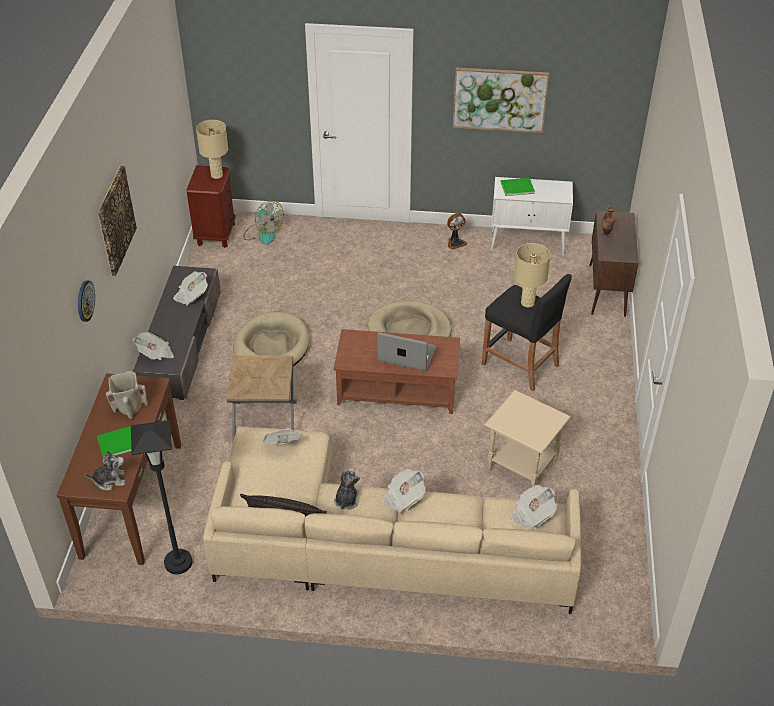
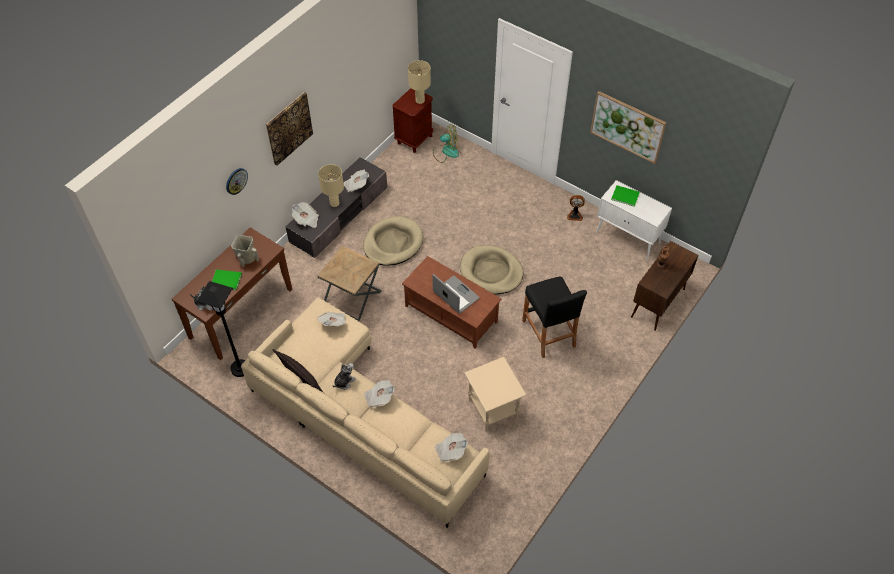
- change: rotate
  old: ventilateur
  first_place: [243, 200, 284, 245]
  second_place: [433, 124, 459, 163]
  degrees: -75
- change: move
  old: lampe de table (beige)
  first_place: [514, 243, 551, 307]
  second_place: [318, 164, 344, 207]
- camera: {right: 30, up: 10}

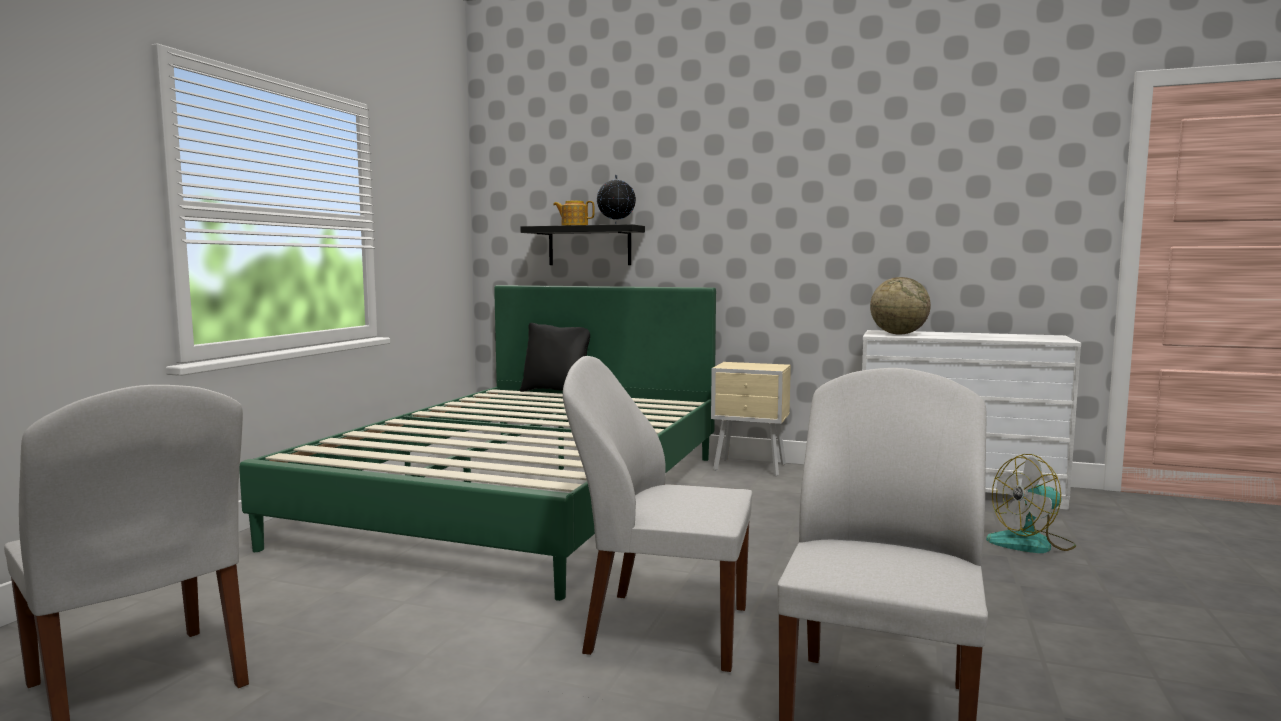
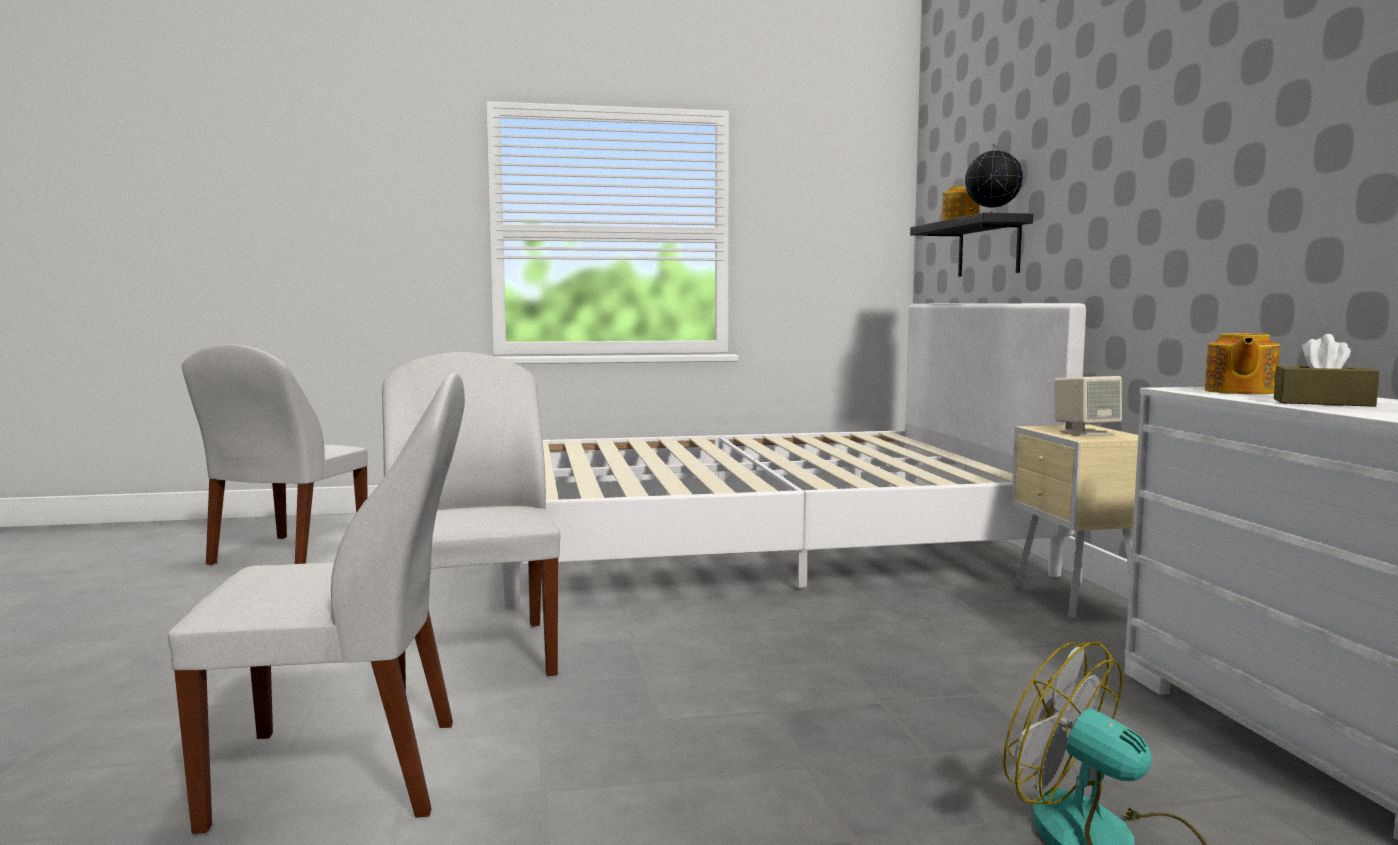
- change: recolor
  old: lit (vert)
  new: lit (blanc)
  first_place: [239, 285, 716, 601]
  second_place: [500, 303, 1086, 609]
- change: delete
  old: coussin (noir)
  first_place: [520, 323, 590, 392]
- change: replace
  old: globe
  new: théière
  first_place: [870, 277, 931, 335]
  second_place: [1205, 333, 1280, 394]
- change: insert
  new: enceinte (beige)
  second_place: [1054, 376, 1122, 436]
- change: insert
  new: boîte à mouchoirs (marron)
  second_place: [1274, 334, 1380, 407]
- camera: {right: 60, up: 0}

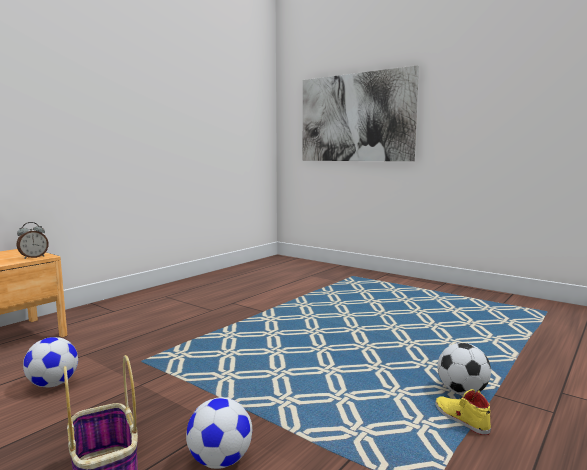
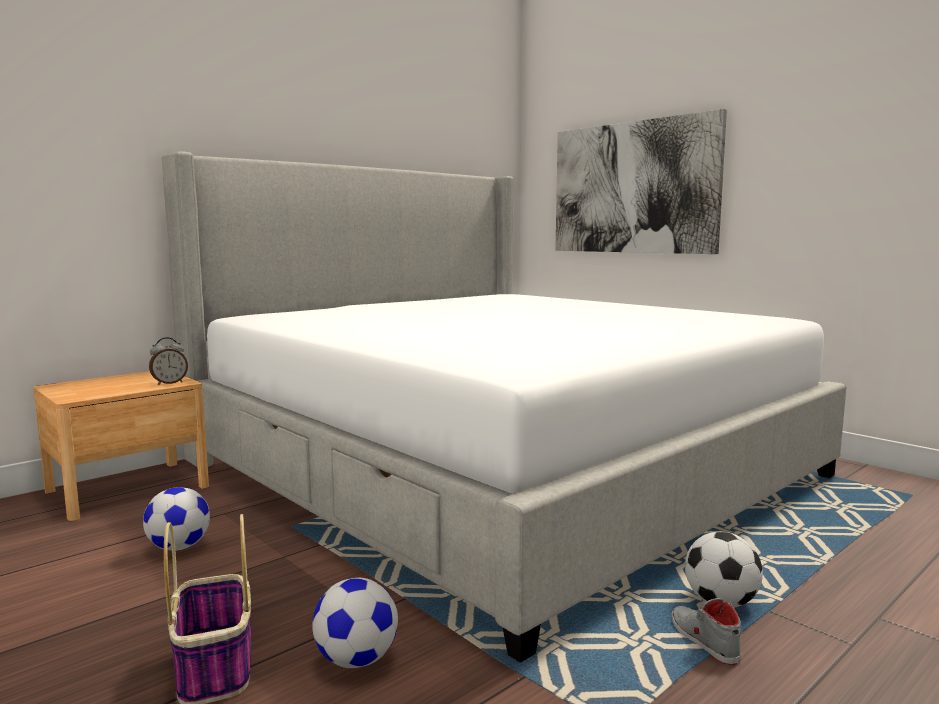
- change: recolor
  old: chaussure (jaune)
  new: chaussure (gris)
  first_place: [435, 389, 491, 435]
  second_place: [671, 598, 741, 665]
- change: insert
  new: lit
  second_place: [162, 151, 846, 663]
- camera: {right: 10, up: 0}

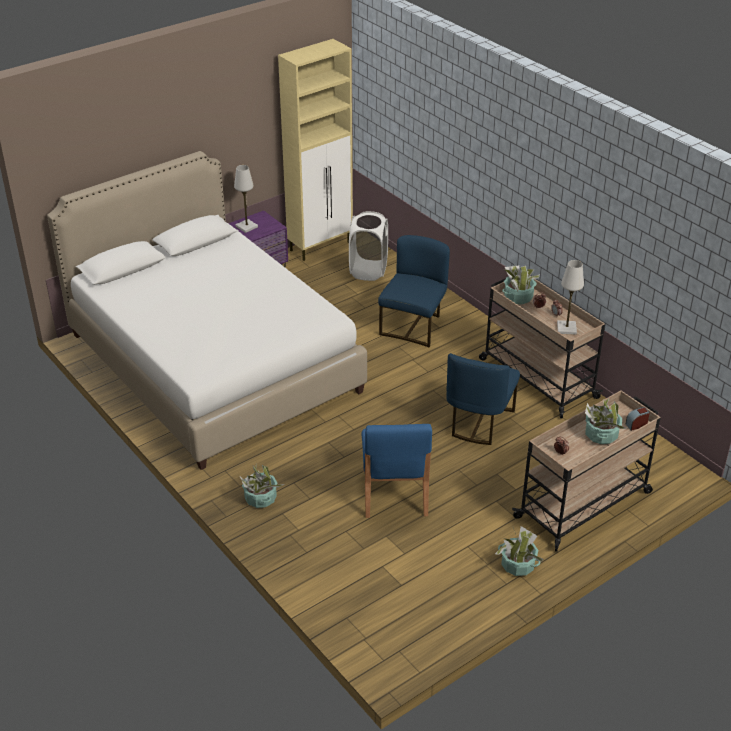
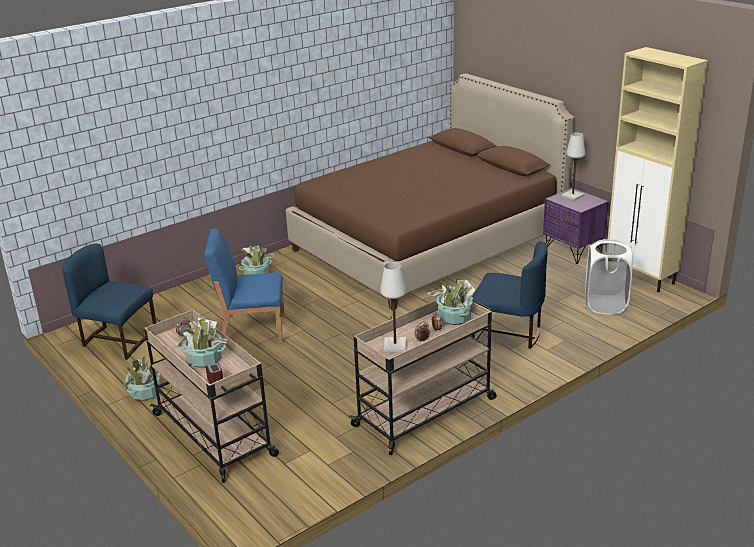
- change: recolor
  old: lit (blanc)
  new: lit (marron)
  first_place: [47, 151, 367, 470]
  second_place: [286, 74, 574, 310]
- change: move
  old: chaise (bleu)
  first_place: [447, 353, 520, 445]
  second_place: [62, 244, 156, 360]
- camera: {right: 90, up: -10}

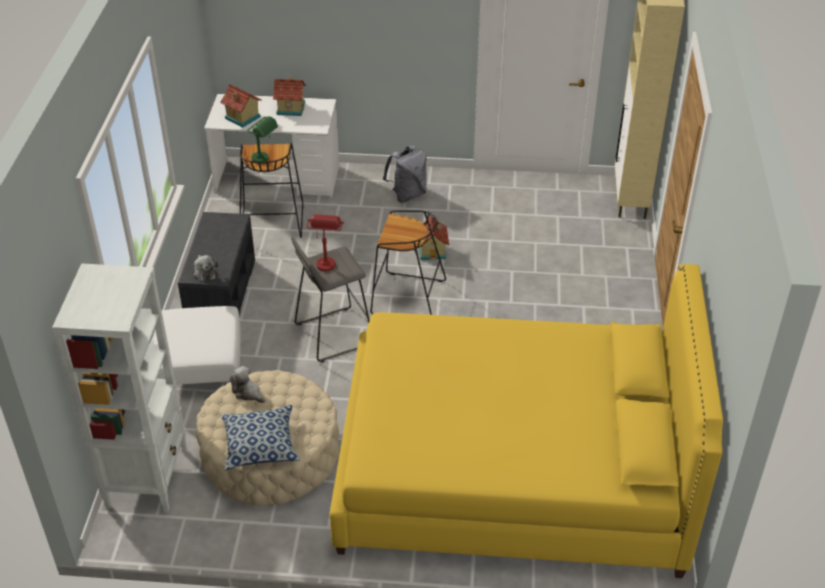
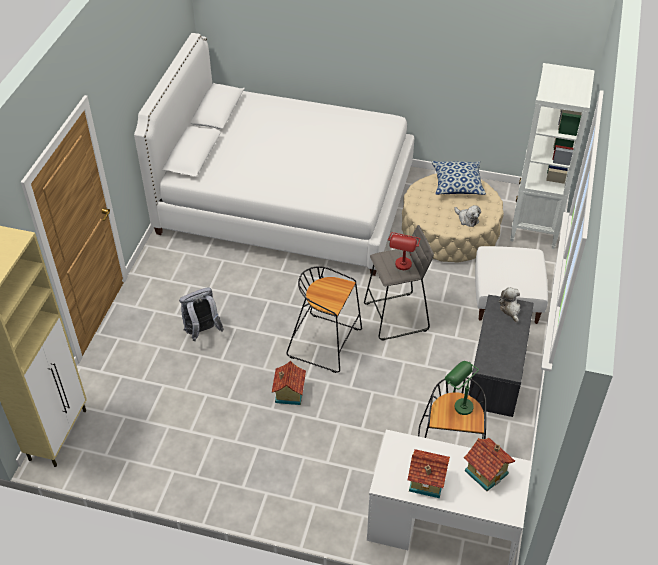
- change: recolor
  old: lit (jaune)
  new: lit (blanc)
  first_place: [330, 264, 723, 578]
  second_place: [134, 33, 414, 276]
- change: move
  old: sac à dos (gris)
  first_place: [383, 146, 427, 203]
  second_place: [179, 288, 224, 341]
- camera: {right: -170, up: 5}

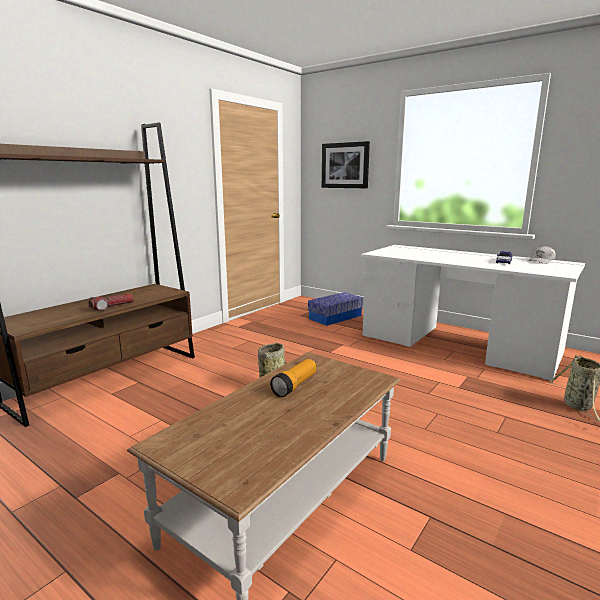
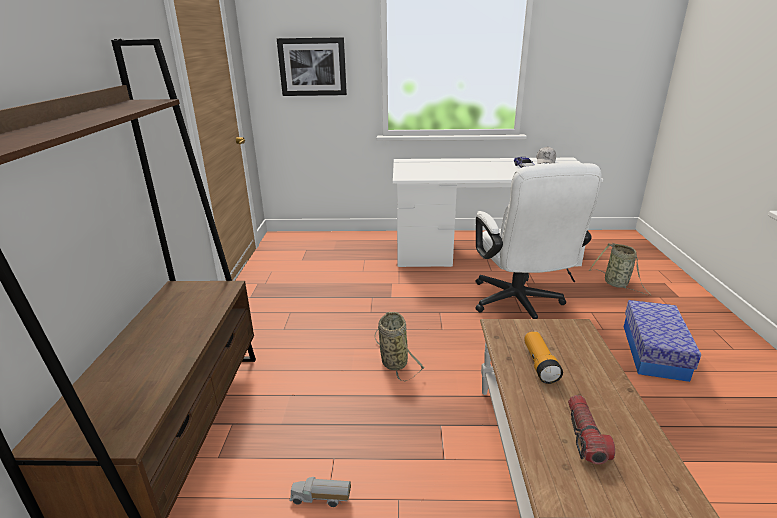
- change: move
  old: lampe de poche
  first_place: [88, 293, 134, 311]
  second_place: [568, 395, 615, 464]
- change: move
  old: boîte de rangement
  first_place: [308, 292, 363, 326]
  second_place: [624, 300, 701, 382]
- change: insert
  new: camion jouet
  second_place: [289, 477, 351, 507]
- change: insert
  new: chaise de bureau (blanc)
  second_place: [475, 163, 602, 319]
- camera: {right: -35, up: 10}

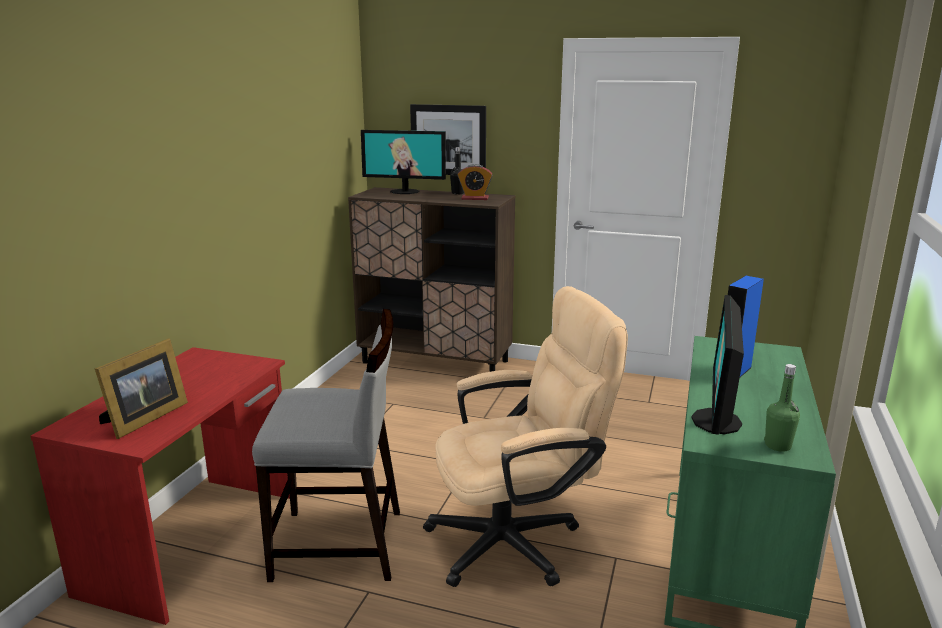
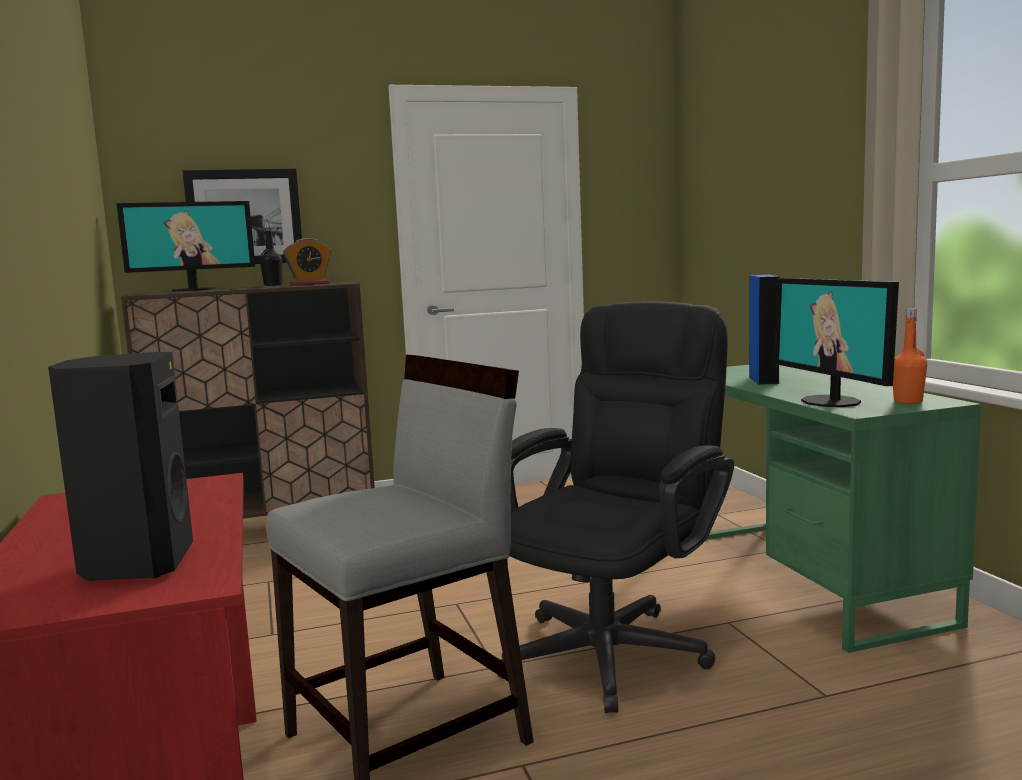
- change: replace
  old: cadre photo
  new: enceinte (noir)
  first_place: [95, 339, 188, 439]
  second_place: [48, 352, 193, 581]
- change: recolor
  old: chaise de bureau (beige)
  new: chaise de bureau (noir)
  first_place: [423, 286, 628, 587]
  second_place: [497, 301, 734, 713]
- change: recolor
  old: bouteille (vert)
  new: bouteille (orange)
  first_place: [764, 364, 800, 452]
  second_place: [893, 308, 927, 404]
- camera: {right: -35, up: -10}

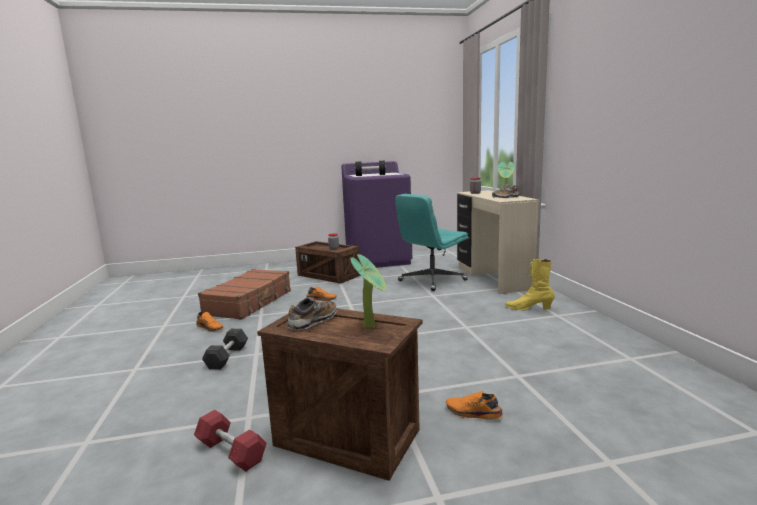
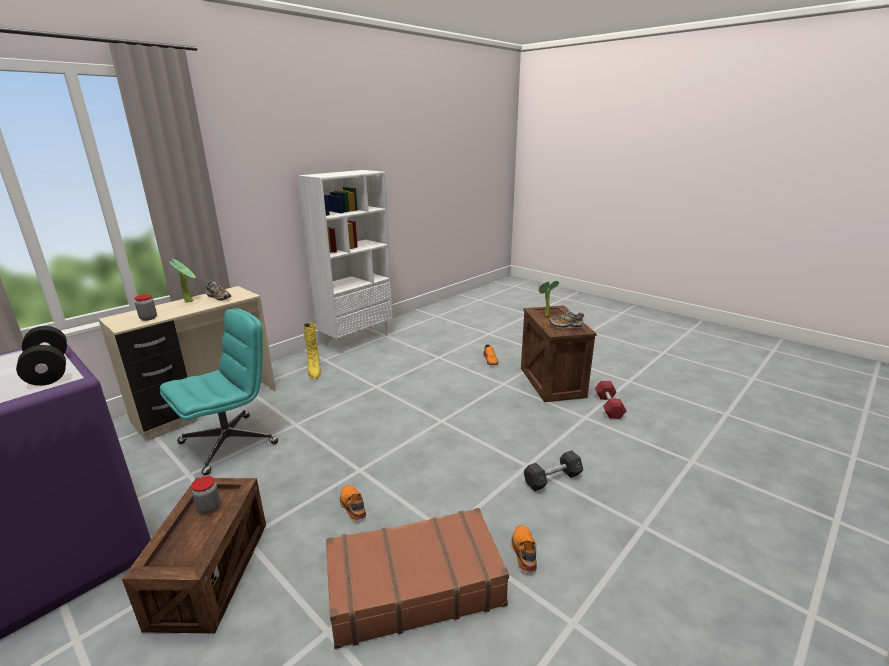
- change: rotate
  old: chaise de bureau (turquoise)
  first_place: [395, 194, 468, 291]
  second_place: [160, 308, 278, 475]
  degrees: -60
- change: insert
  new: bibliothèque (blanc)
  second_place: [298, 170, 393, 353]
- camera: {right: -125, up: 10}

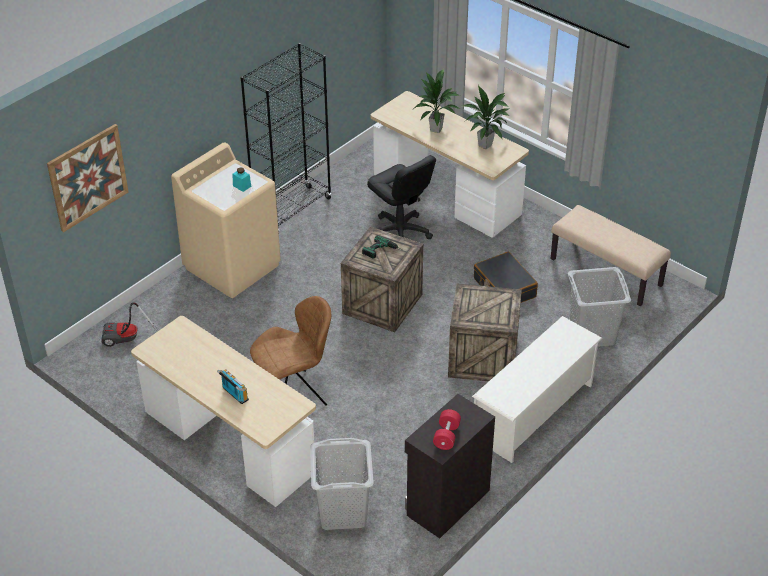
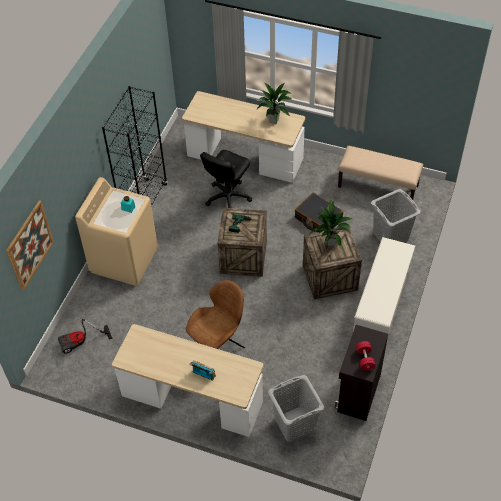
- change: rotate
  old: chaise de bureau (noir)
  first_place: [367, 155, 436, 239]
  second_place: [200, 150, 252, 208]
  degrees: 90
- change: move
  old: plante en pot
  first_place: [413, 69, 460, 133]
  second_place: [310, 199, 353, 246]
- camera: {right: -20, up: 10}

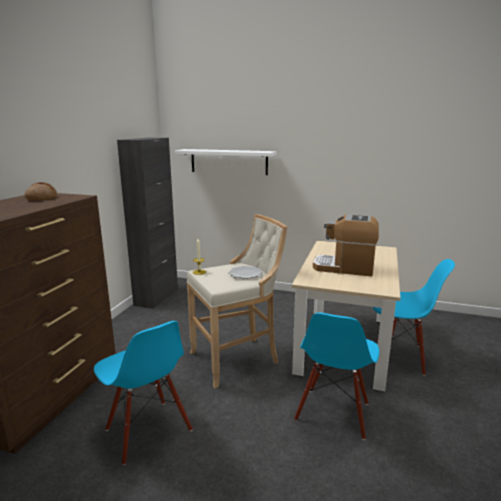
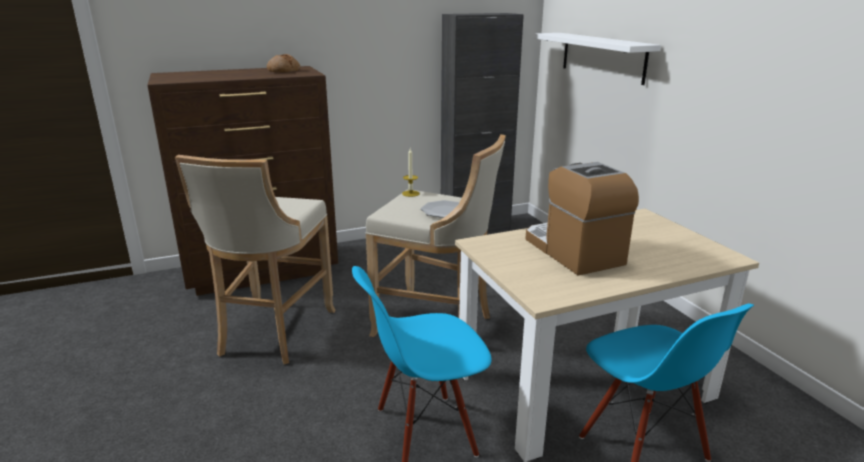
- change: replace
  old: chaise (bleu)
  new: tabouret (beige)
  first_place: [94, 321, 193, 465]
  second_place: [175, 155, 336, 364]
- camera: {right: 50, up: 5}

